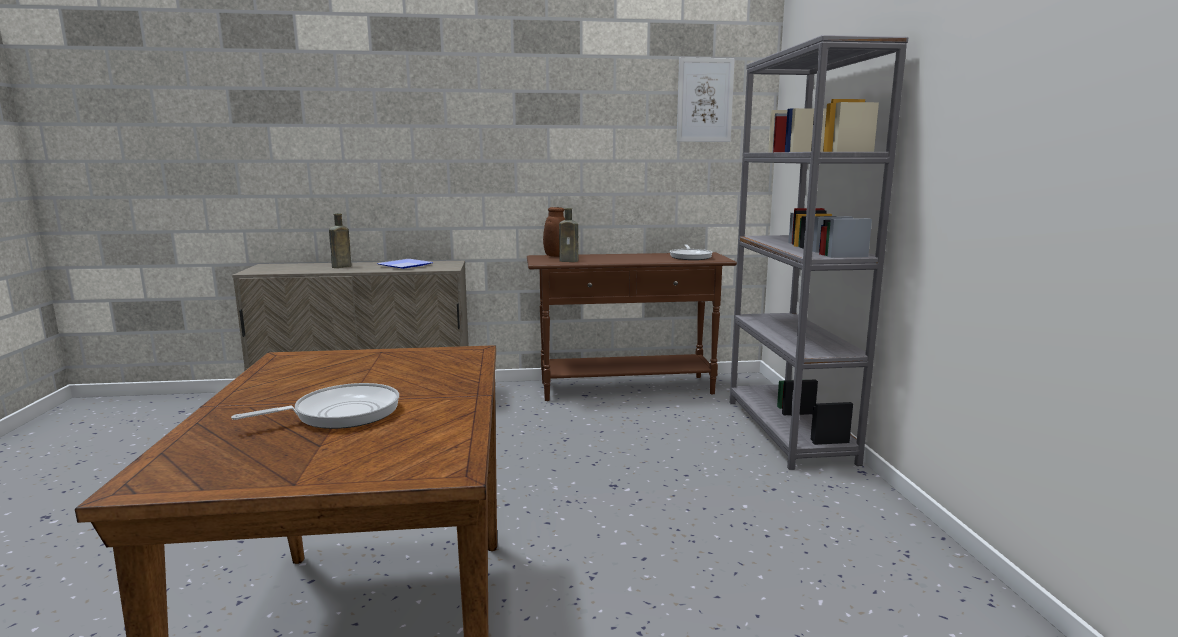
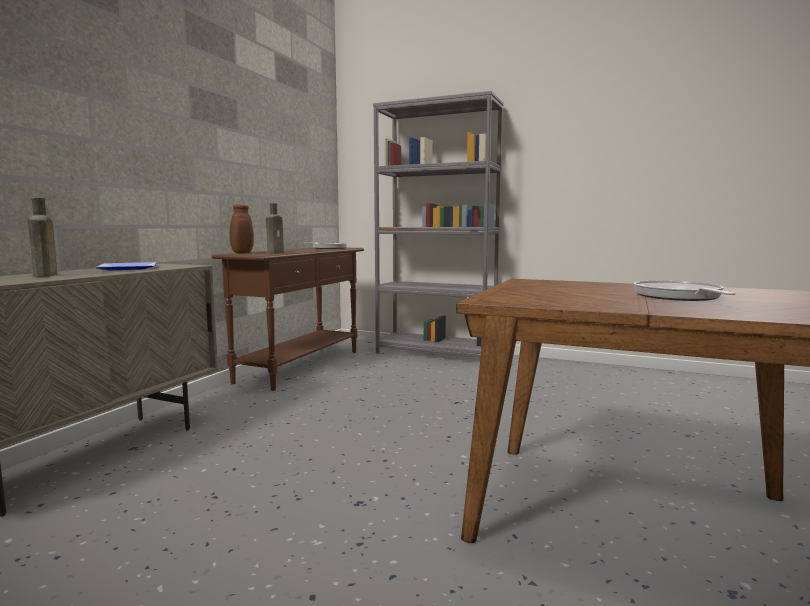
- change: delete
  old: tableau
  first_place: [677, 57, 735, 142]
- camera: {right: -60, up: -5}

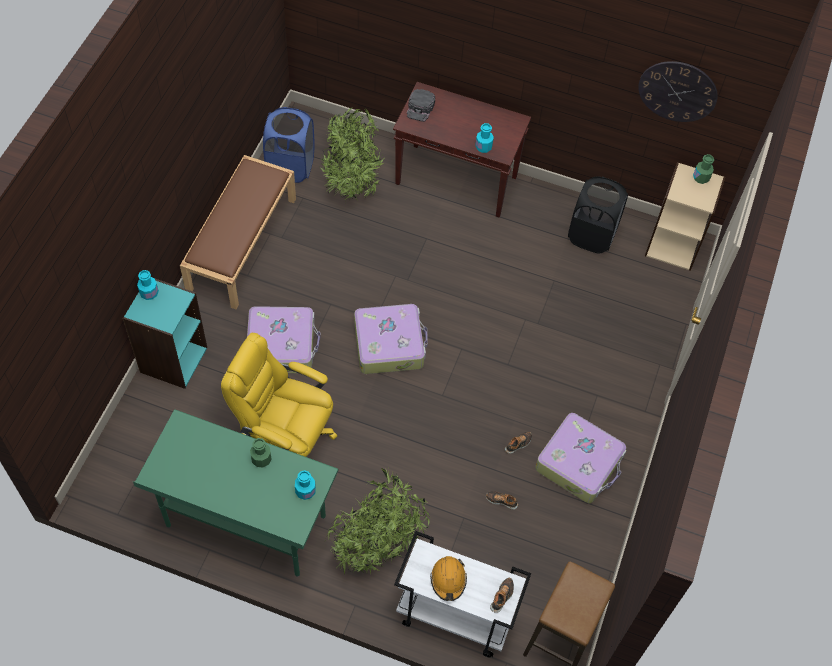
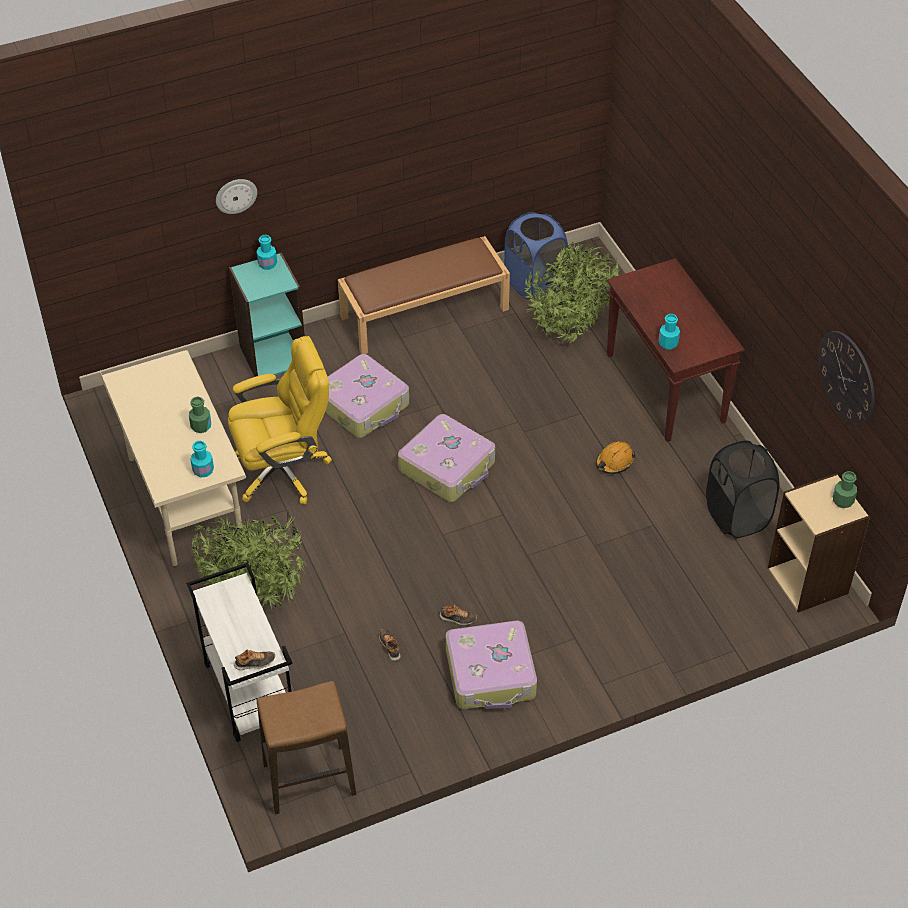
- change: recolor
  old: bureau (vert)
  new: bureau (beige)
  first_place: [133, 410, 339, 577]
  second_place: [100, 350, 246, 568]
- change: rotate
  old: chaise de bureau (jaune)
  first_place: [221, 333, 337, 457]
  second_place: [228, 336, 332, 504]
  degrees: 90
- change: delete
  old: casquette (noir)
  first_place: [407, 89, 435, 122]
- change: move
  old: casque de chantier (orange)
  first_place: [430, 556, 467, 601]
  second_place: [596, 441, 636, 474]
- change: insert
  new: horloge murale
  second_place: [216, 179, 257, 214]
- camera: {right: 50, up: -10}

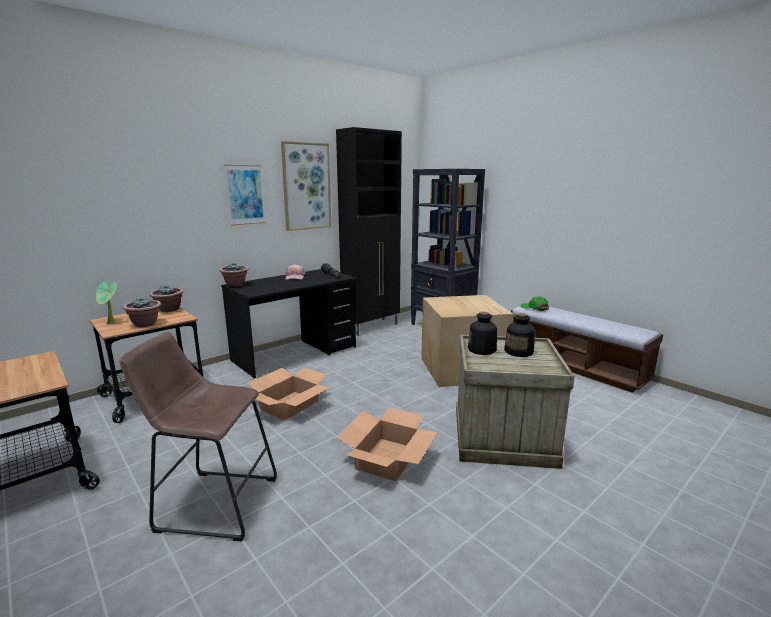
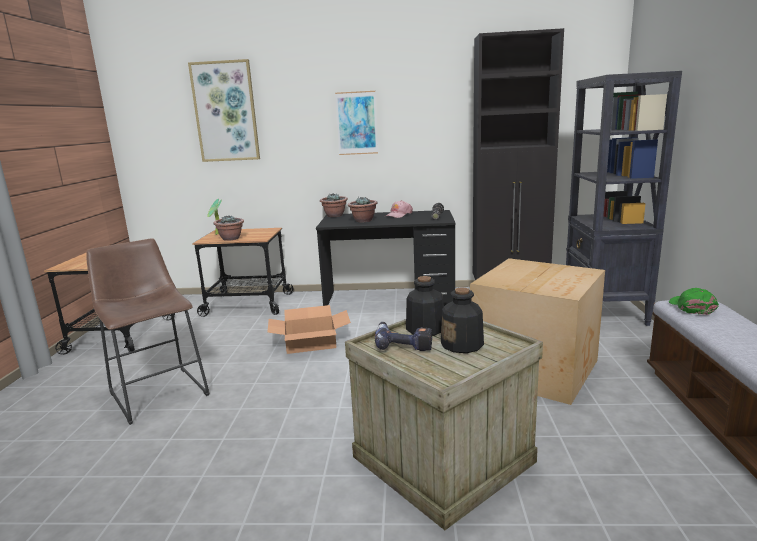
- change: move
  old: plante en pot
  first_place: [150, 285, 184, 312]
  second_place: [348, 197, 378, 222]
- change: move
  old: tableau
  first_place: [281, 141, 331, 231]
  second_place: [188, 59, 260, 162]
- change: delete
  old: carton
  first_place: [336, 407, 438, 481]
- change: insert
  new: perceuse
  second_place: [375, 322, 432, 351]
- camera: {right: 45, up: 0}

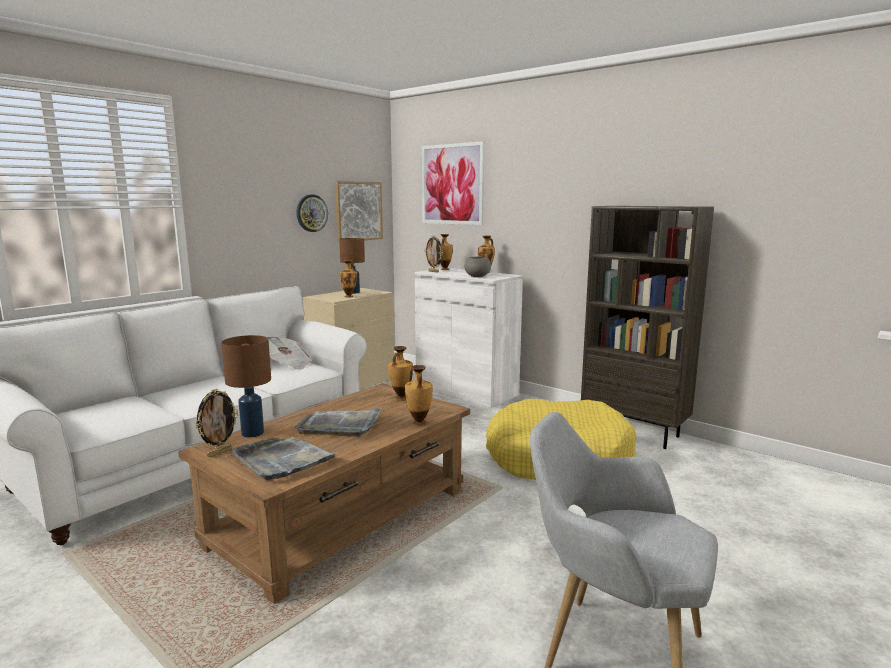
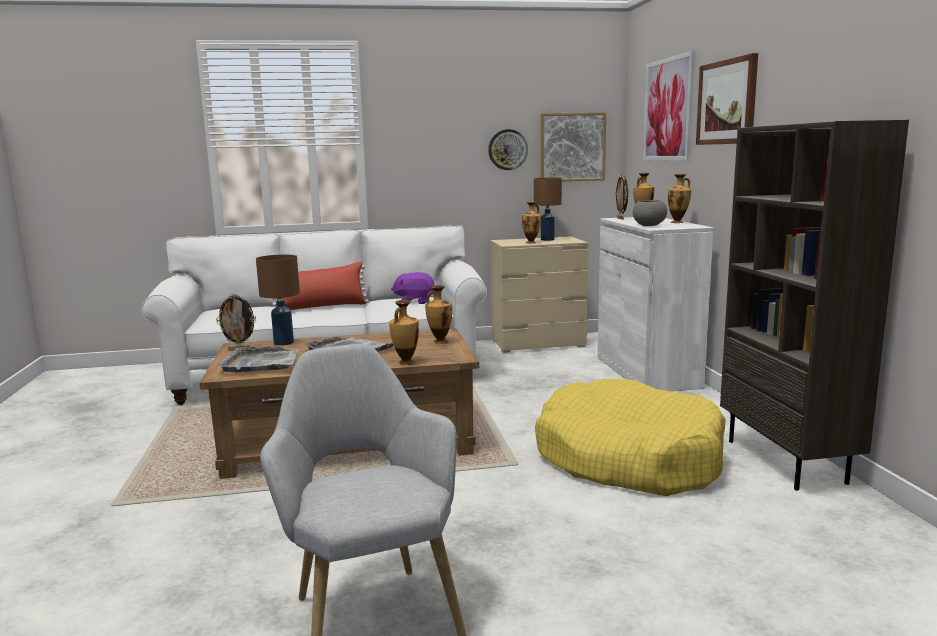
- change: replace
  old: journal
  new: peluche (violet)
  first_place: [267, 336, 312, 370]
  second_place: [391, 272, 434, 304]
- change: insert
  new: coussin (rouge)
  second_place: [272, 262, 369, 310]
- change: insert
  new: tableau
  second_place: [696, 53, 758, 145]
- camera: {right: 40, up: 0}

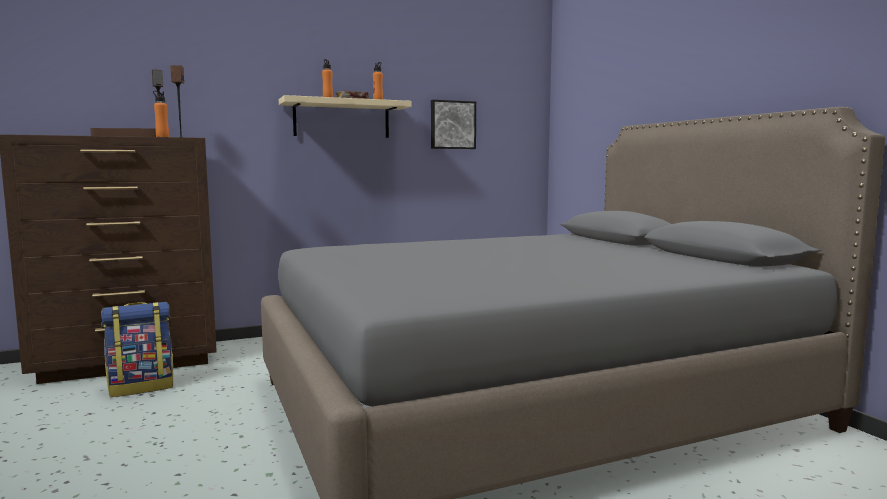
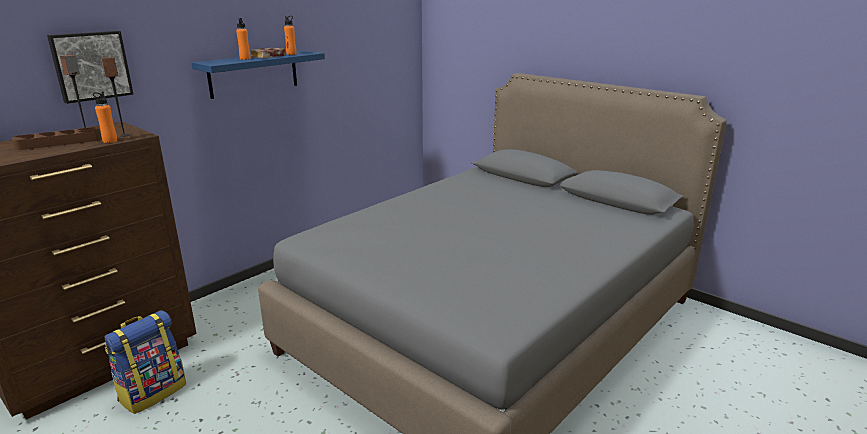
- change: recolor
  old: étagère (beige)
  new: étagère (bleu)
  first_place: [279, 95, 411, 138]
  second_place: [192, 50, 325, 99]
- change: move
  old: tableau
  first_place: [431, 100, 476, 149]
  second_place: [47, 31, 133, 104]
- camera: {right: -25, up: 15}

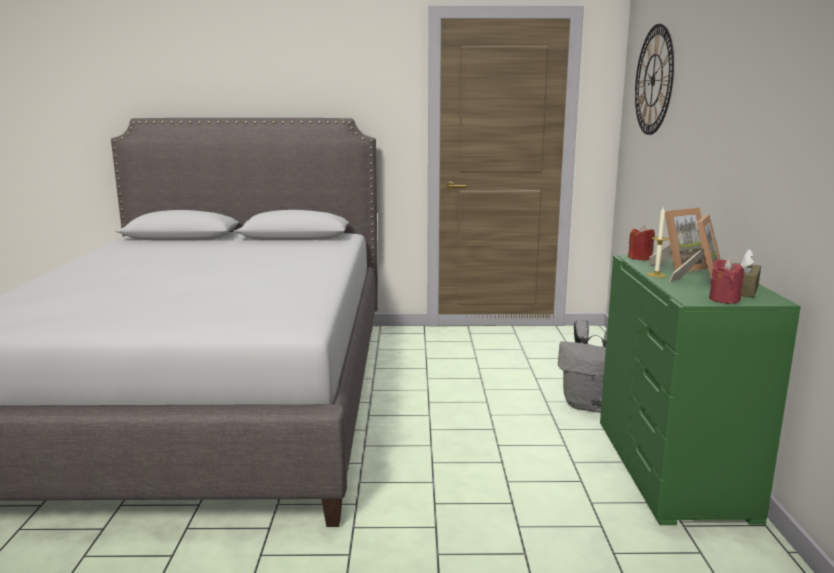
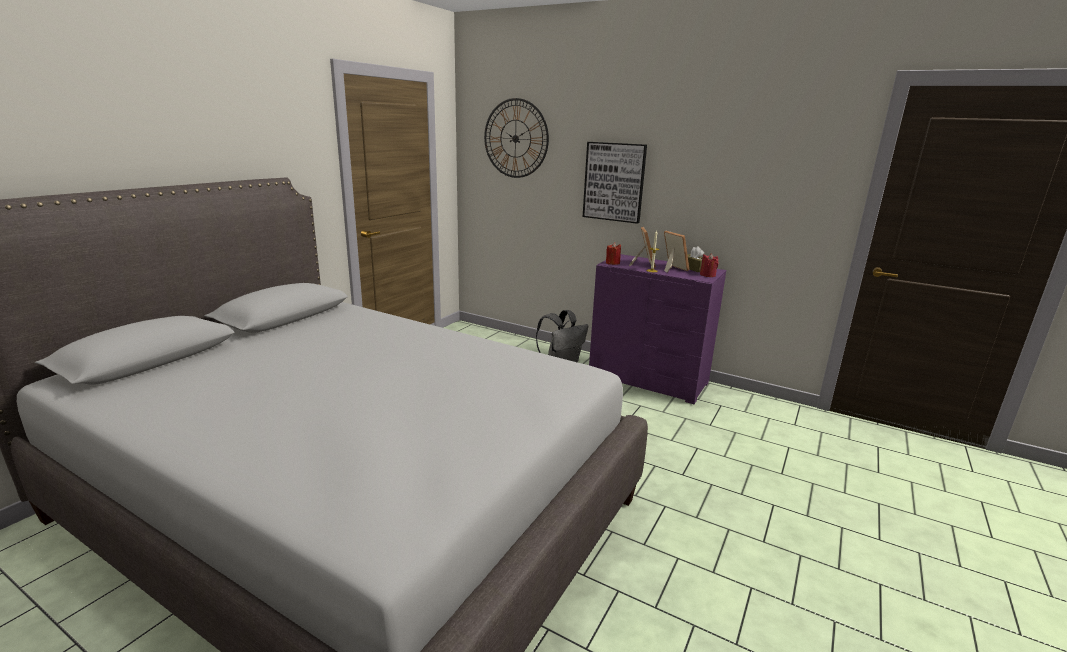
- change: recolor
  old: commode (vert)
  new: commode (violet)
  first_place: [600, 255, 801, 525]
  second_place: [589, 254, 726, 404]
- change: insert
  new: tableau
  second_place: [583, 142, 647, 224]
- camera: {right: -60, up: 5}

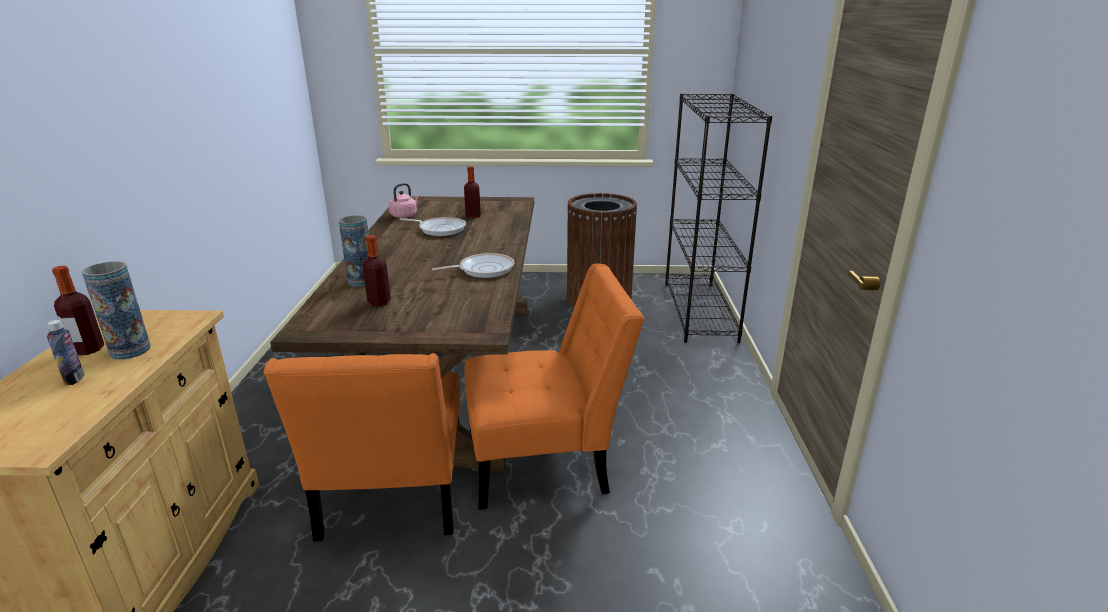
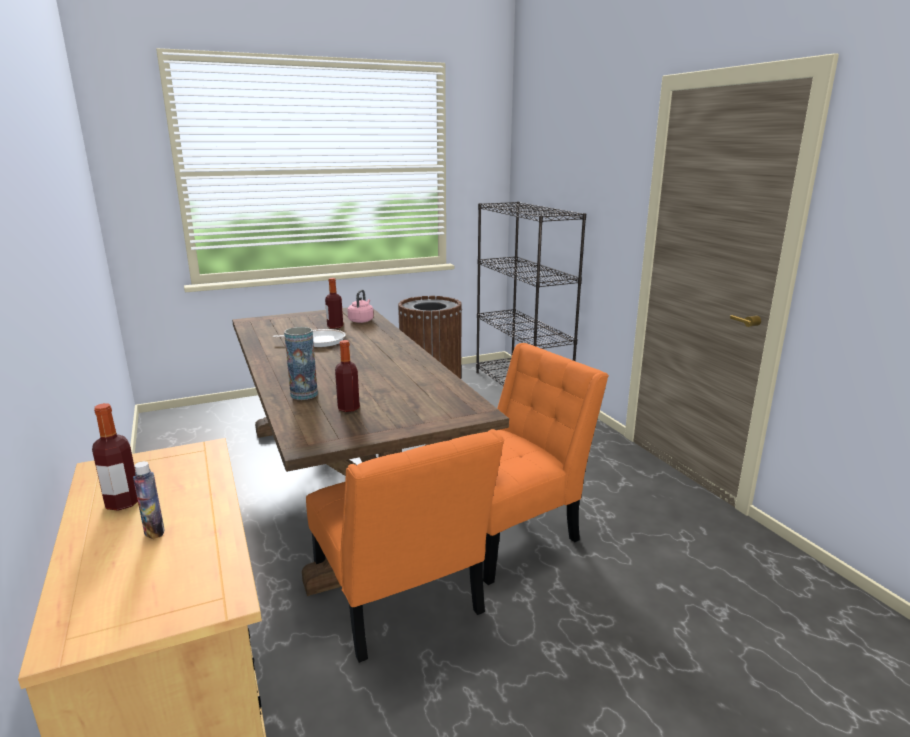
- change: delete
  old: vase
  first_place: [82, 261, 151, 359]
- change: move
  old: bouilloire (rose)
  first_place: [389, 183, 420, 218]
  second_place: [347, 290, 374, 323]
- change: delete
  old: poêle
  first_place: [432, 253, 515, 278]
- camera: {right: -25, up: -5}

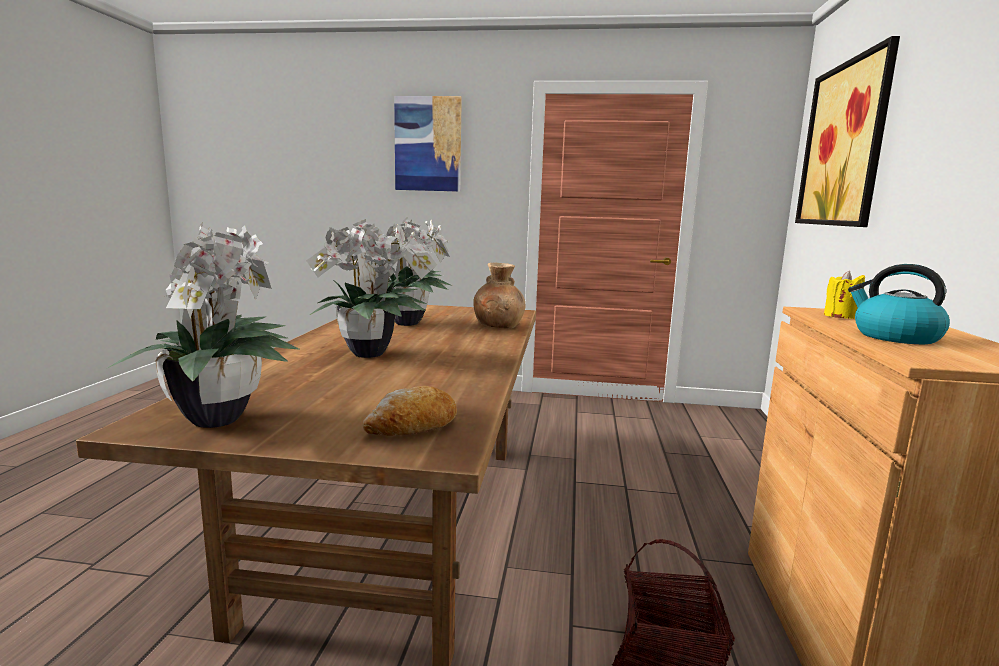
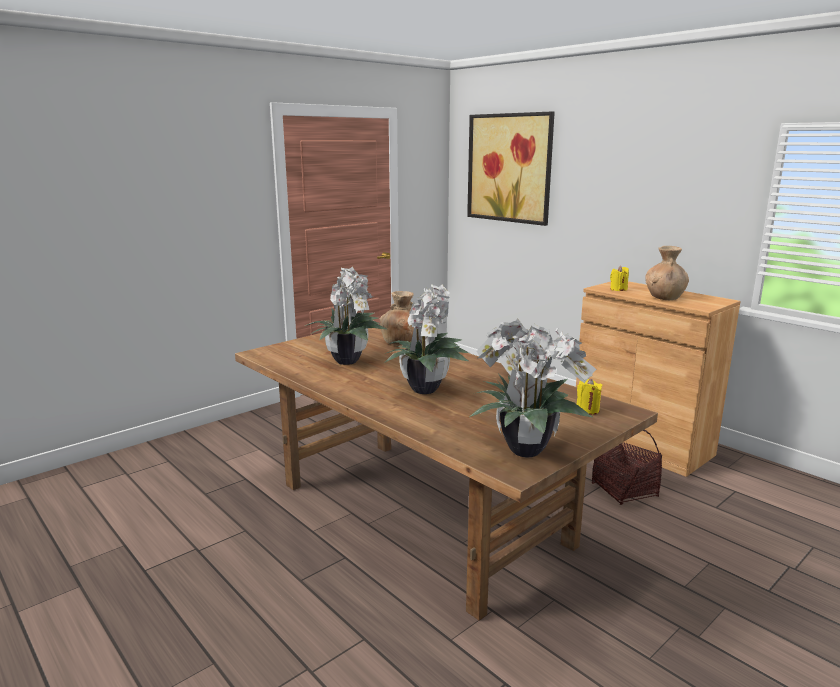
- change: replace
  old: pain
  new: bougie (jaune)
  first_place: [363, 386, 457, 436]
  second_place: [577, 379, 602, 415]
- change: delete
  old: tableau
  first_place: [394, 96, 462, 192]
- change: replace
  old: bouilloire
  new: vase (marron)
  first_place: [848, 264, 950, 344]
  second_place: [646, 246, 689, 300]
- camera: {right: -50, up: 5}

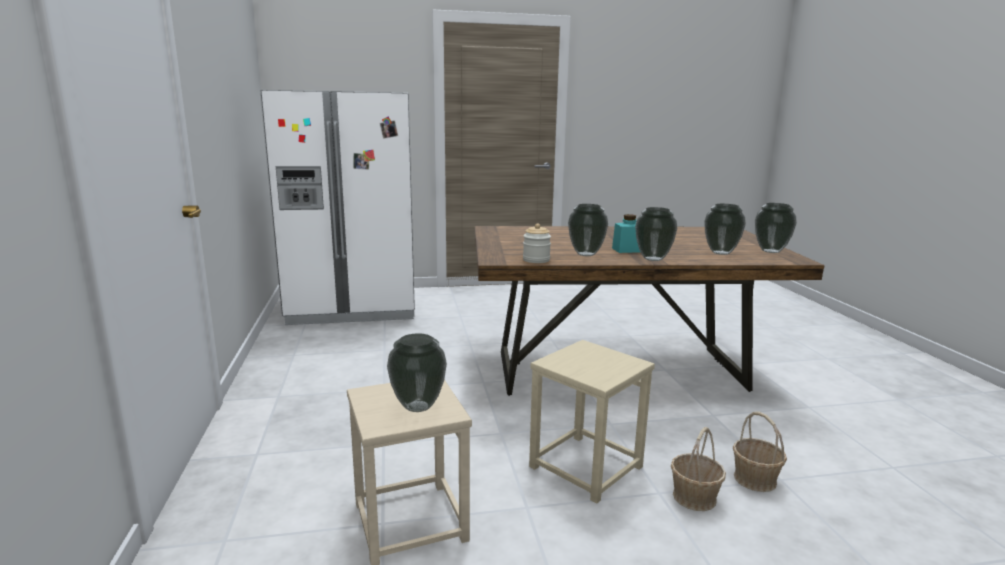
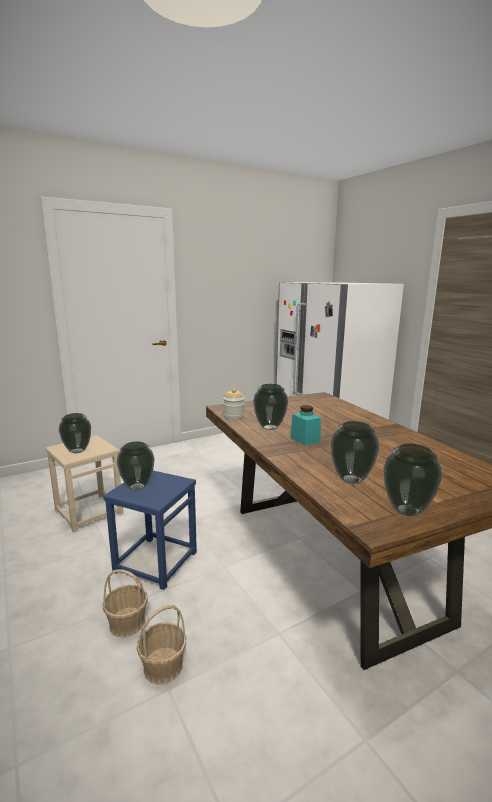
- change: recolor
  old: tabouret (beige)
  new: tabouret (bleu)
  first_place: [529, 340, 655, 504]
  second_place: [103, 471, 197, 590]
- change: move
  old: vase
  first_place: [635, 207, 678, 261]
  second_place: [117, 441, 154, 490]
- camera: {right: 70, up: 0}

